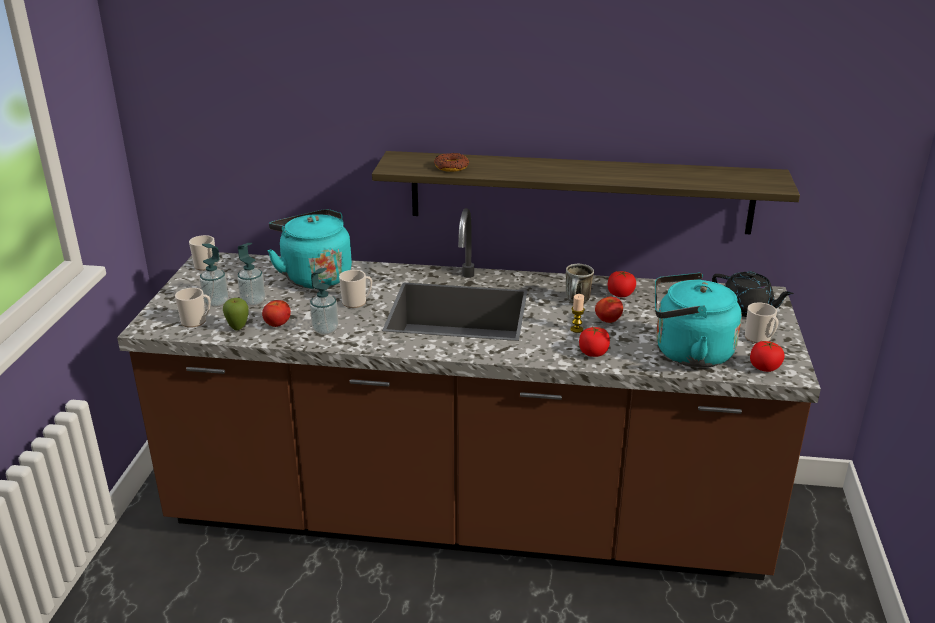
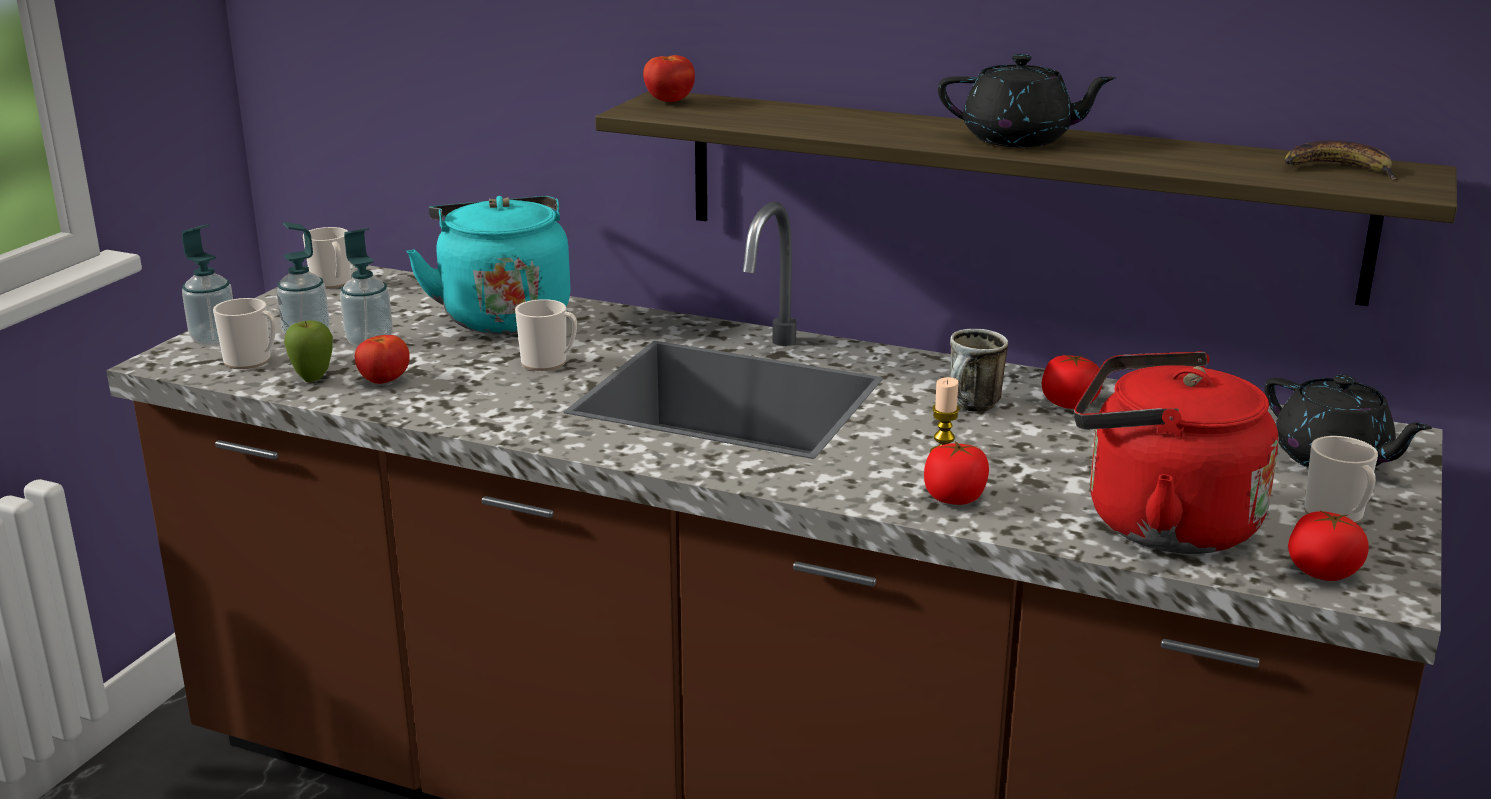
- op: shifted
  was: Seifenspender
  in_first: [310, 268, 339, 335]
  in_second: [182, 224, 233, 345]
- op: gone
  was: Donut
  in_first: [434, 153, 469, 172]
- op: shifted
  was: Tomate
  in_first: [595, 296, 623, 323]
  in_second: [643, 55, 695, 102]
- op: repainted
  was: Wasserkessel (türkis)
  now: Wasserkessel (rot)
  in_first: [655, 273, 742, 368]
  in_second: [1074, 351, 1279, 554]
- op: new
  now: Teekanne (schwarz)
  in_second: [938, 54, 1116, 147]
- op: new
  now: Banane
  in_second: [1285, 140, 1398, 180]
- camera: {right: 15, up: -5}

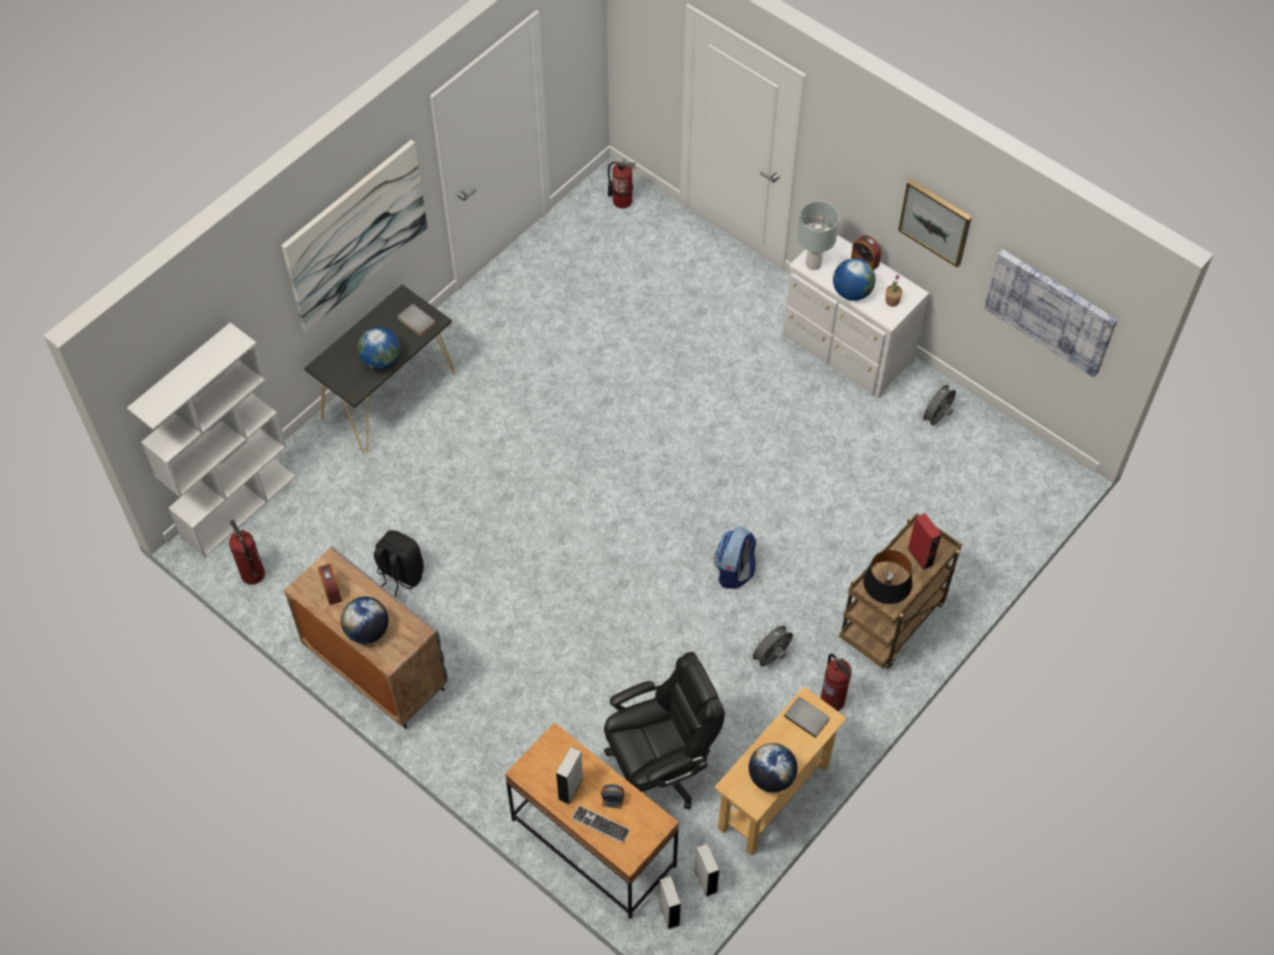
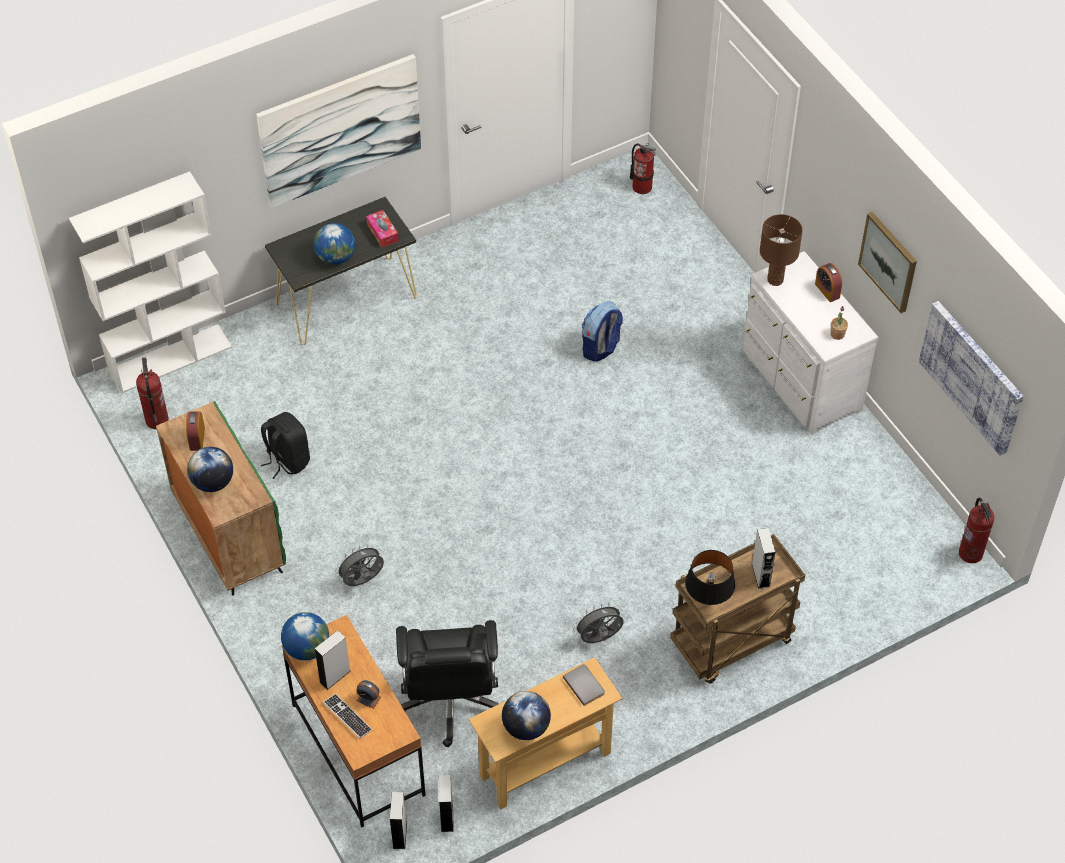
- op: repainted
  was: Schrank (grau)
  now: Schrank (grün)
  in_first: [284, 546, 448, 729]
  in_second: [156, 401, 286, 595]
- op: swapped
  was: Buch (grau)
  now: Taschentuchbox
  in_first: [398, 304, 436, 336]
  in_second: [366, 210, 399, 247]
- op: rotated
  was: Bürostuhl (schwarz)
  in_first: [604, 652, 725, 809]
  in_second: [396, 620, 499, 747]
  clockwise: 90
- op: shifted
  was: Rucksack
  in_first: [714, 526, 756, 589]
  in_second: [582, 301, 623, 362]
- op: repainted
  was: Tischlampe (grau)
  now: Tischlampe (braun)
  in_first: [797, 201, 839, 270]
  in_second: [760, 214, 803, 286]
- op: shifted
  was: Feuerlöscher
  in_first: [821, 653, 852, 711]
  in_second: [959, 498, 995, 563]
- op: shifted
  was: Globus
  in_first: [833, 258, 876, 301]
  in_second: [281, 612, 329, 661]
- op: repainted
  was: Lautsprecher (rot)
  now: Lautsprecher (grau)
  in_first: [907, 513, 941, 570]
  in_second: [752, 528, 775, 589]
- op: shifted
  was: Ventilator (grau)
  in_first: [920, 382, 956, 425]
  in_second: [335, 544, 384, 586]
- camera: {right: 20, up: -5}

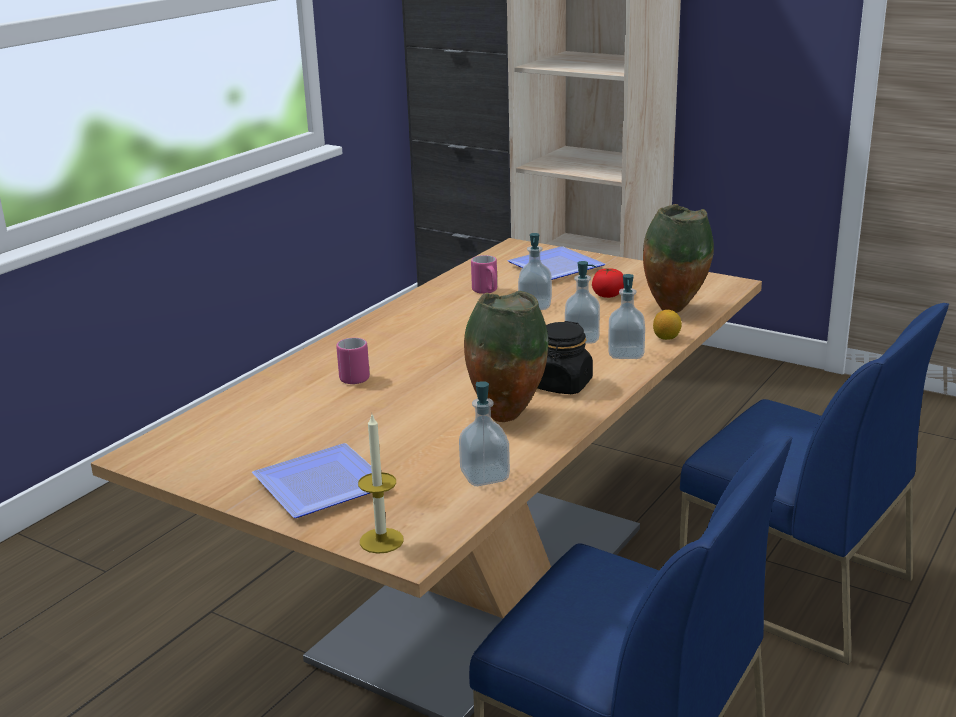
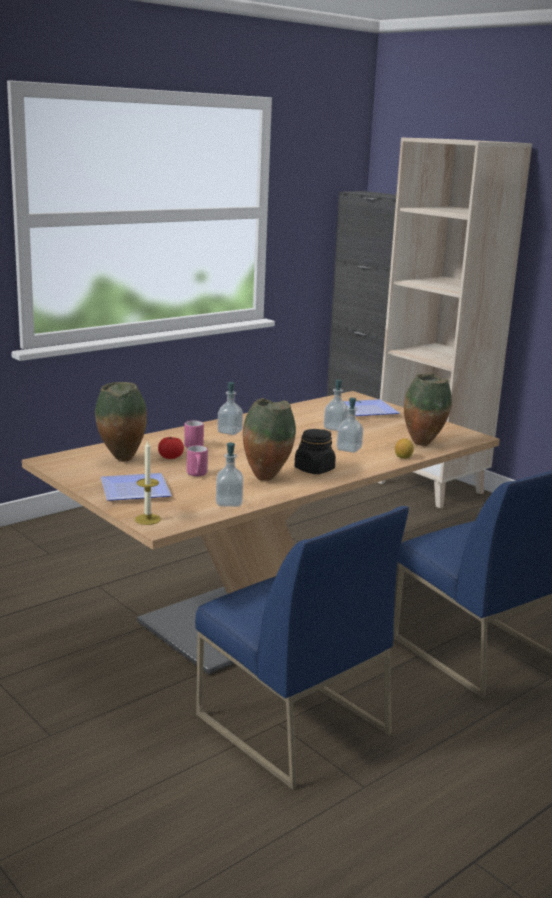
- op: shifted
  was: Henkelbecher (rosa)
  in_first: [471, 255, 497, 294]
  in_second: [187, 445, 208, 476]
- op: shifted
  was: Tomate
  in_first: [592, 268, 624, 298]
  in_second: [158, 437, 184, 459]
- op: shifted
  was: Seifenspender
  in_first: [608, 274, 645, 359]
  in_second: [217, 382, 243, 435]
- op: new
  now: Vase
  in_second: [95, 382, 147, 462]
- camera: {right: 15, up: -5}

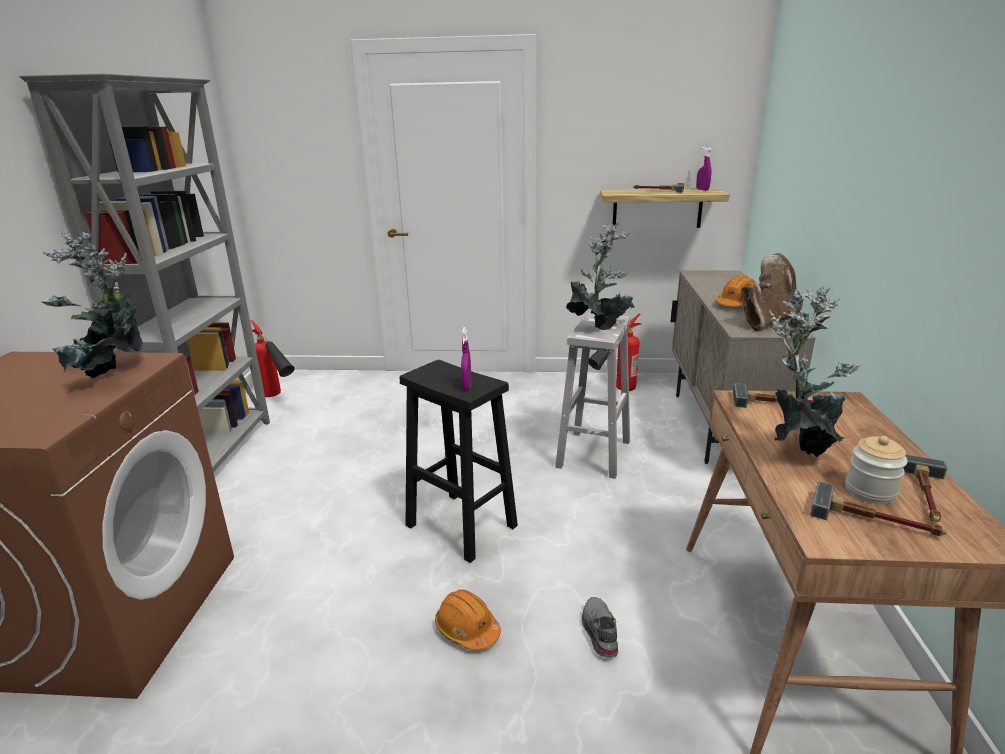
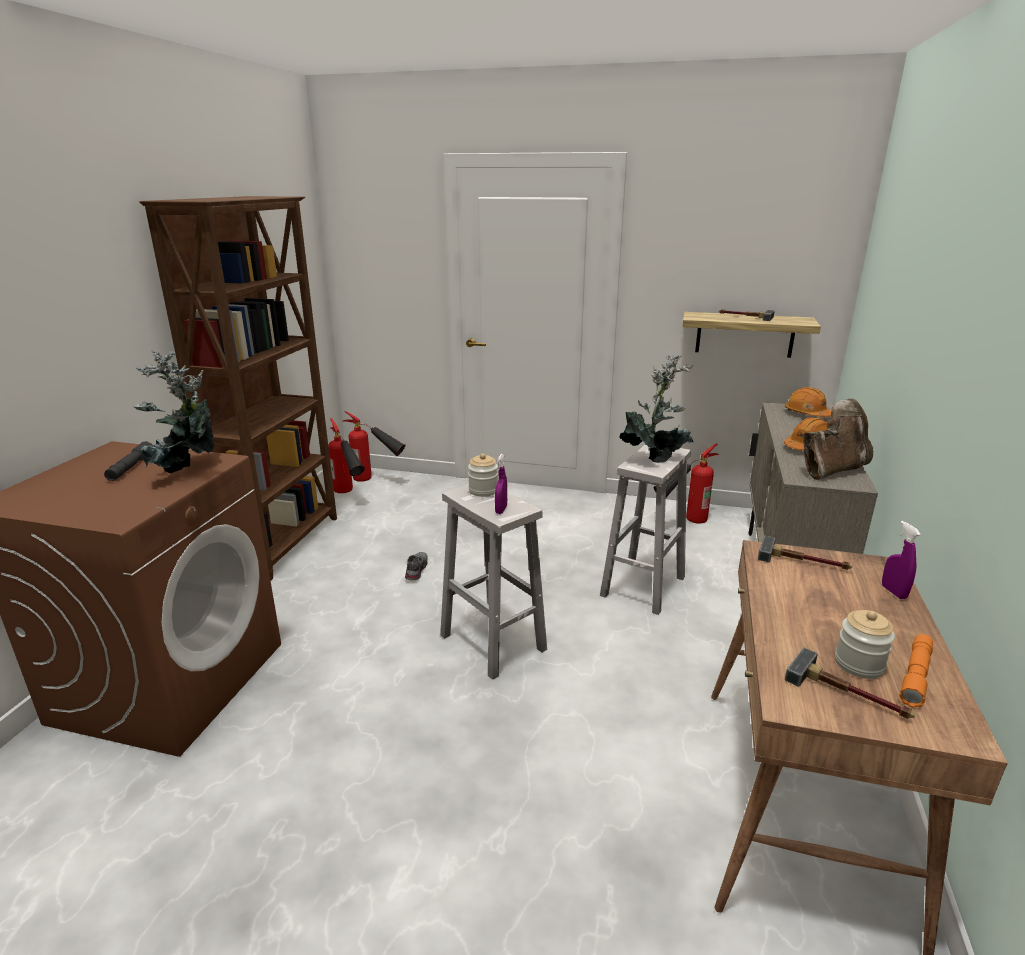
- op: repainted
  was: Bücherregal (grau)
  now: Bücherregal (braun)
  in_first: [19, 73, 270, 472]
  in_second: [139, 196, 337, 581]
- op: repainted
  was: Hocker (schwarz)
  now: Hocker (weiß)
  in_first: [400, 360, 518, 563]
  in_second: [440, 484, 547, 680]
- op: shifted
  was: Schutzhelm (orange)
  in_first: [435, 589, 501, 651]
  in_second: [785, 387, 831, 417]
- op: shifted
  was: Schuh (grau)
  in_first: [582, 597, 618, 658]
  in_second: [405, 552, 428, 580]
- op: shifted
  was: Sprühflasche (lila)
  in_first: [696, 147, 711, 191]
  in_second: [882, 521, 921, 599]
- op: gone
  was: Topfpflanze
  in_first: [769, 286, 861, 457]
- op: swapped
  was: Hammer
  now: Taschenlampe (orange)
  in_first: [904, 455, 947, 522]
  in_second: [899, 634, 933, 708]
- op: new
  now: Taschenlampe (grau)
  in_second: [104, 441, 153, 481]
- op: new
  now: Feuerlöscher
  in_second: [343, 411, 405, 482]
- op: new
  now: Vorratsglas
  in_second: [468, 453, 498, 497]
- camera: {right: 10, up: 0}

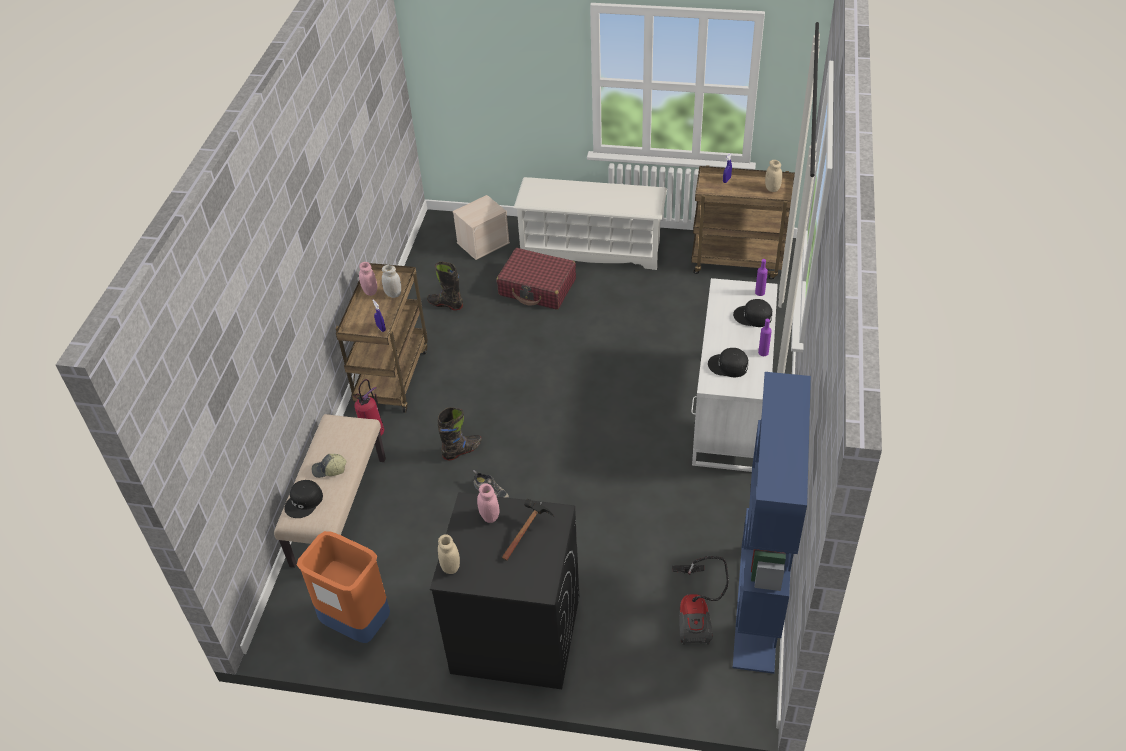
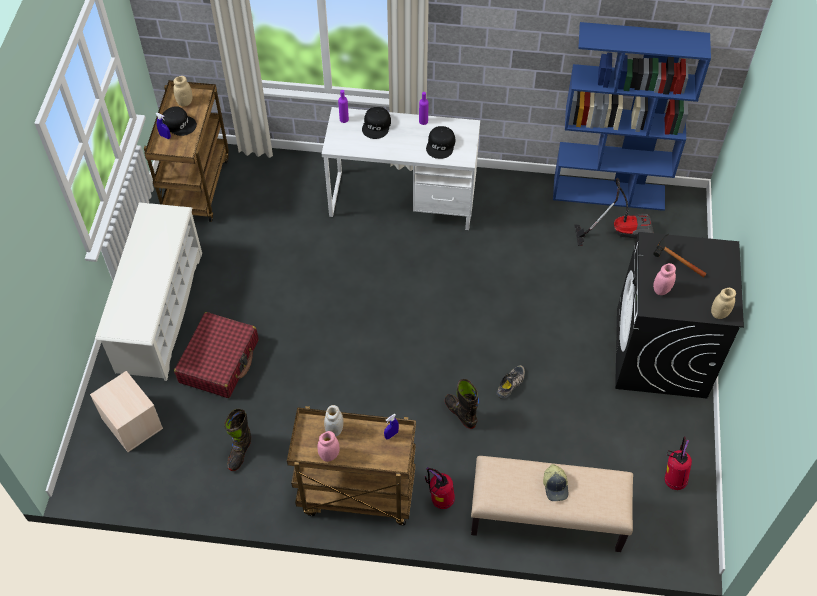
- op: shifted
  was: Kappe (schwarz)
  in_first: [284, 480, 323, 518]
  in_second: [162, 106, 197, 136]
- op: swapped
  was: Mülleimer (orange)
  now: Feuerlöscher
  in_first: [297, 531, 390, 643]
  in_second: [665, 436, 692, 490]
- camera: {right: -95, up: 10}

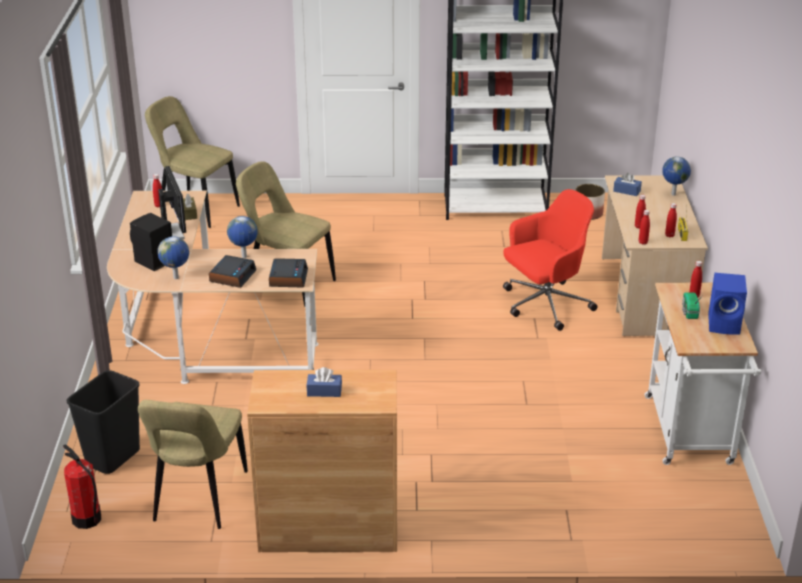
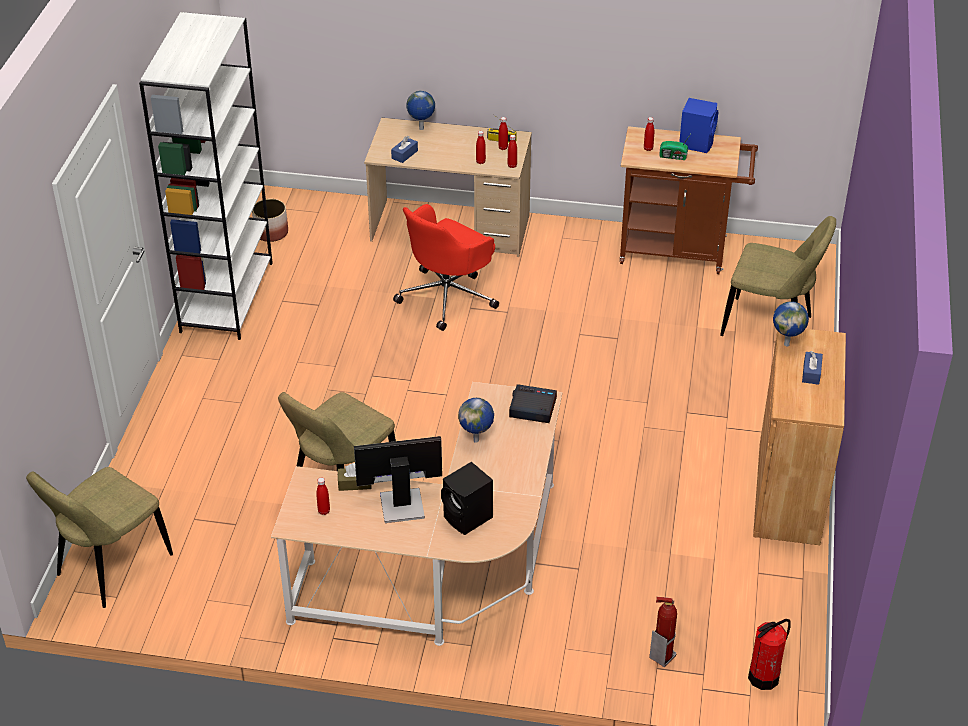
- op: swapped
  was: Mülleimer (schwarz)
  now: Feuerlöscher
  in_first: [67, 370, 140, 474]
  in_second: [649, 597, 677, 667]
- op: shifted
  was: Stuhl (beige)
  in_first: [138, 400, 248, 529]
  in_second: [720, 216, 836, 336]
- op: shifted
  was: Globus
  in_first: [157, 236, 189, 279]
  in_second: [773, 301, 809, 346]
- op: gone
  was: Wecker
  in_first: [209, 255, 256, 288]
- op: rotated
  was: Bürostuhl (rot)
  in_first: [503, 189, 598, 331]
  in_second: [393, 204, 499, 331]
  clockwise: -120
- op: repainted
  was: Rollwagen (weiß)
  now: Rollwagen (braun)
  in_first: [644, 283, 761, 465]
  in_second: [620, 126, 758, 274]
- camera: {right: -80, up: 10}

